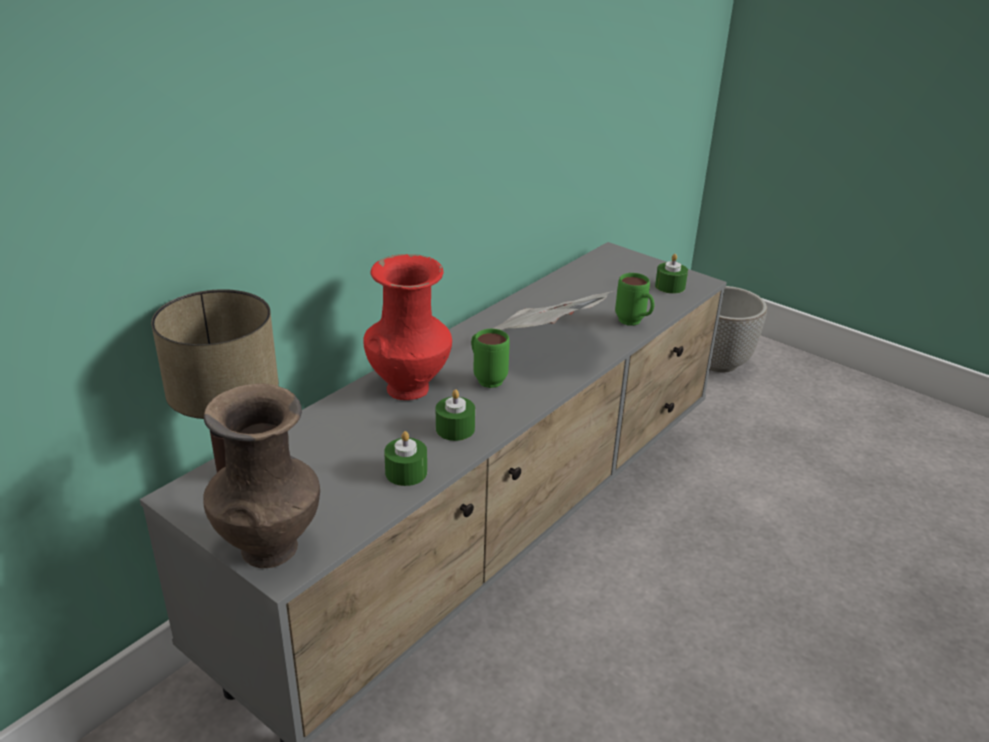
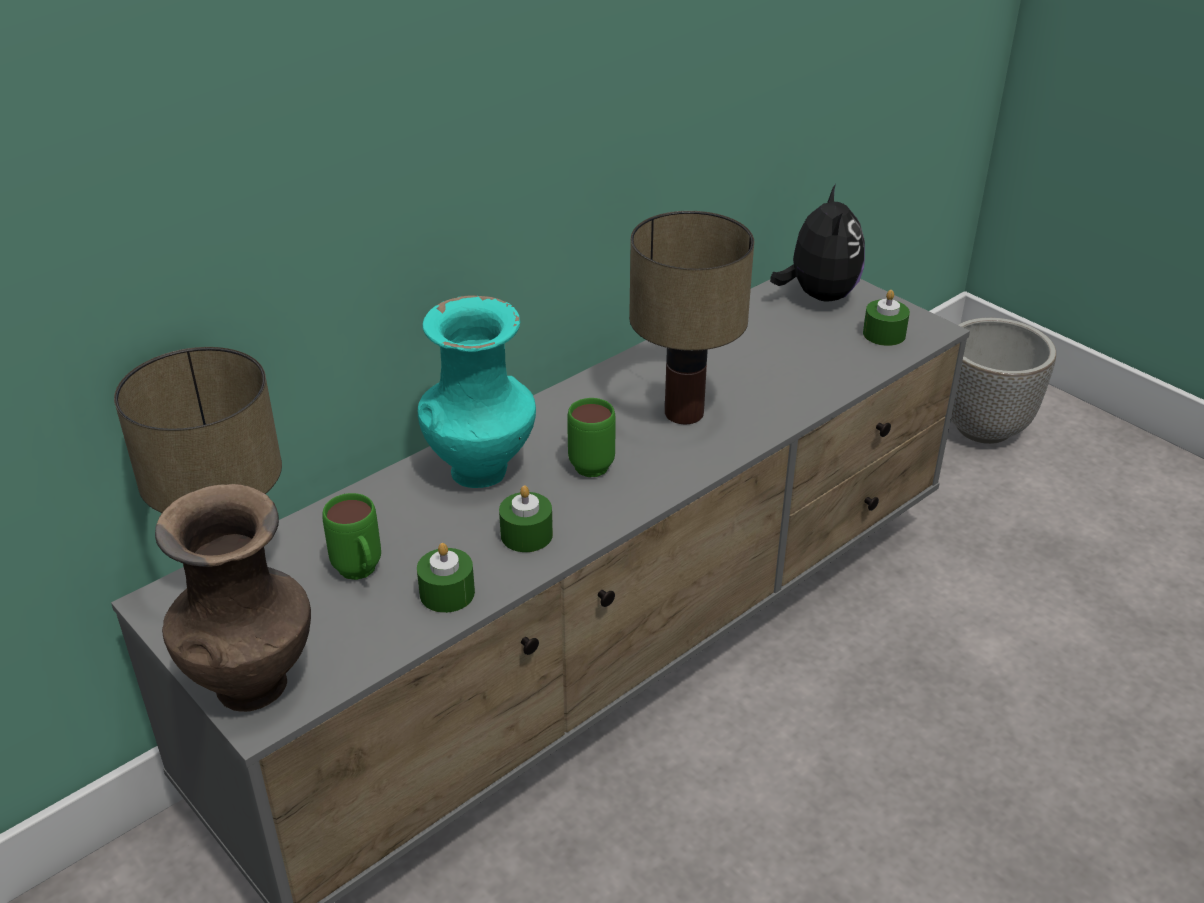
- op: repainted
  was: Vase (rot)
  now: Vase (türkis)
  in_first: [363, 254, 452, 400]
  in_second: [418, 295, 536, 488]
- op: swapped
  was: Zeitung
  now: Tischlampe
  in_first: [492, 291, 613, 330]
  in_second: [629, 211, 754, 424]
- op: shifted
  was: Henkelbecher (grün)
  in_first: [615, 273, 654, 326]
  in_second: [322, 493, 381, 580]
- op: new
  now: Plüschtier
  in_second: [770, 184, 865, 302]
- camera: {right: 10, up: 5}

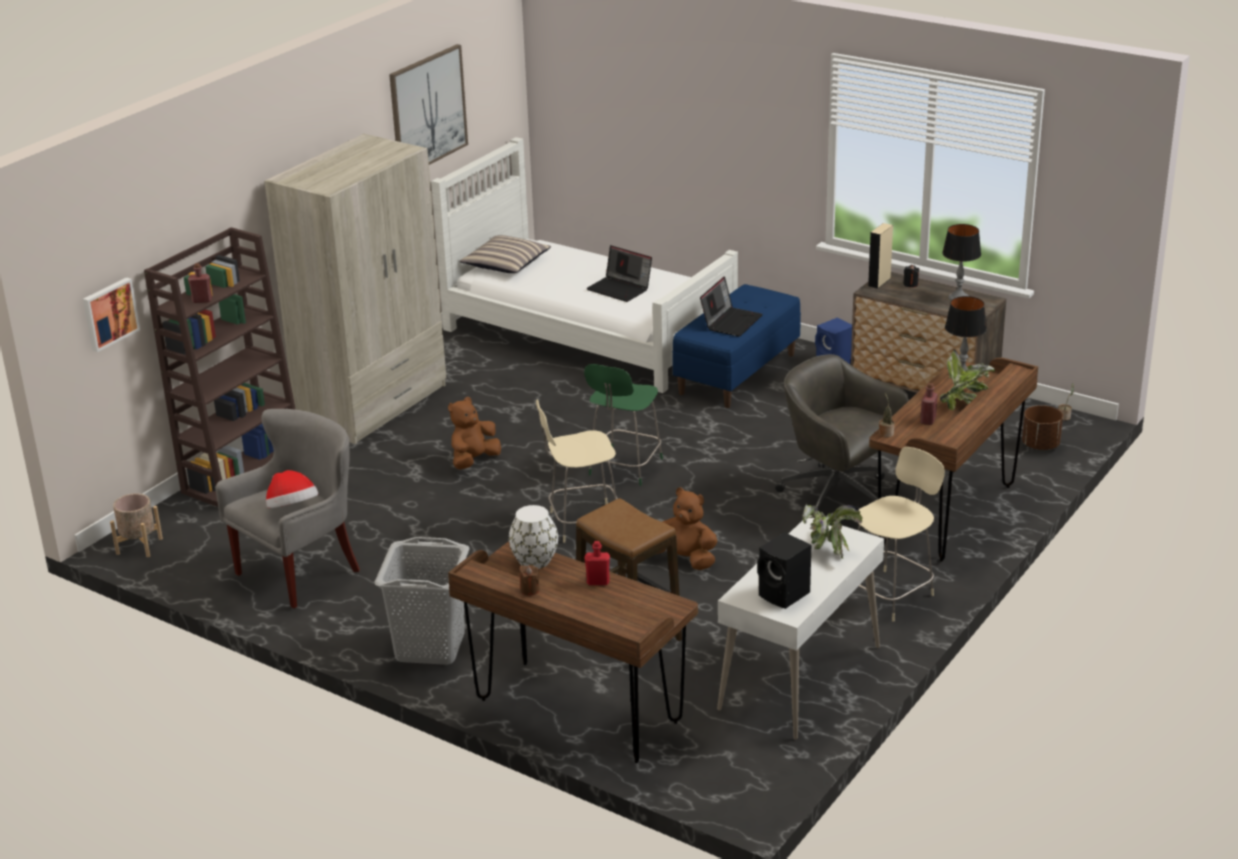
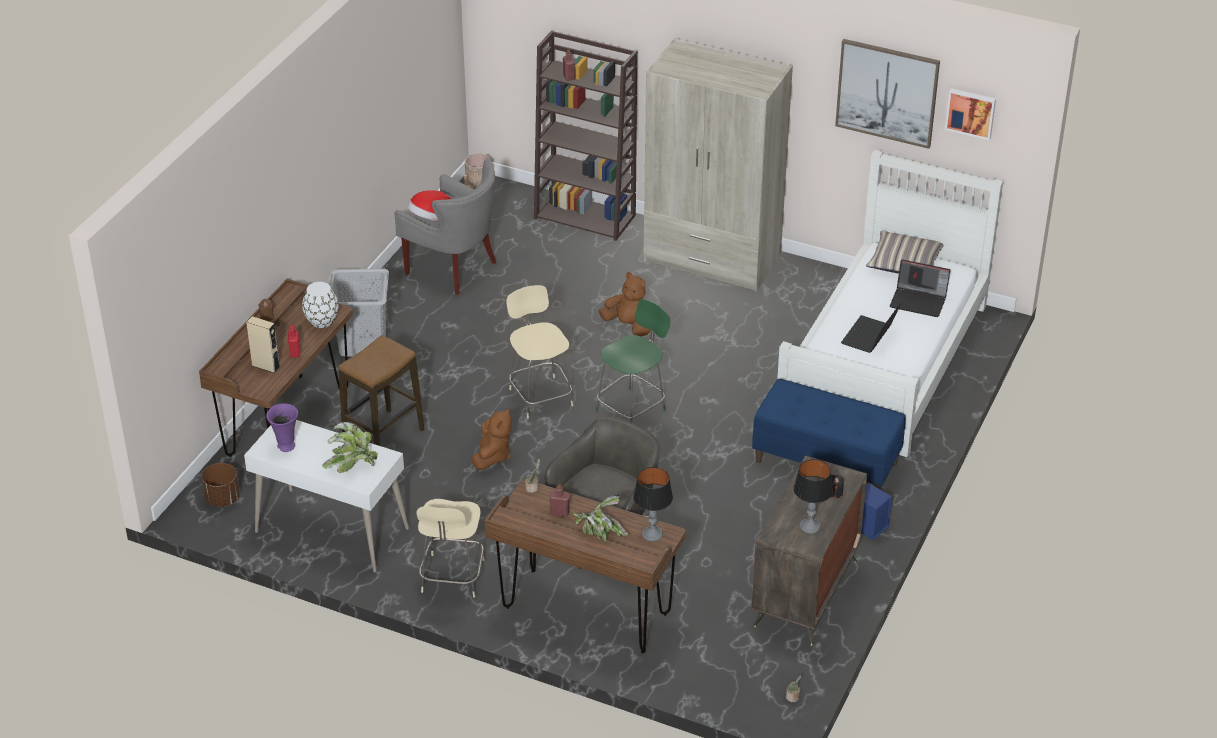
- op: shifted
  was: Bild
  in_first: [83, 277, 140, 352]
  in_second: [945, 88, 996, 140]
- op: rotated
  was: Stuhl (grün)
  in_first: [584, 364, 663, 486]
  in_second: [596, 299, 670, 423]
  clockwise: 120
- op: shifted
  was: Laptop
  in_first: [700, 276, 763, 337]
  in_second: [890, 260, 951, 317]
- op: swapped
  was: Lautsprecher (schwarz)
  now: Vase (lila)
  in_first: [757, 532, 811, 609]
  in_second: [266, 403, 298, 452]
- op: rotated
  was: Stuhl (beige)
  in_first: [858, 447, 945, 622]
  in_second: [416, 499, 484, 598]
  clockwise: 60
- op: shifted
  was: Lautsprecher (beige)
  in_first: [868, 223, 893, 289]
  in_second: [246, 316, 280, 373]
- op: shifted
  was: Pflanzkübel (braun)
  in_first: [1022, 405, 1063, 450]
  in_second: [201, 463, 240, 507]
- camera: {right: 80, up: 10}

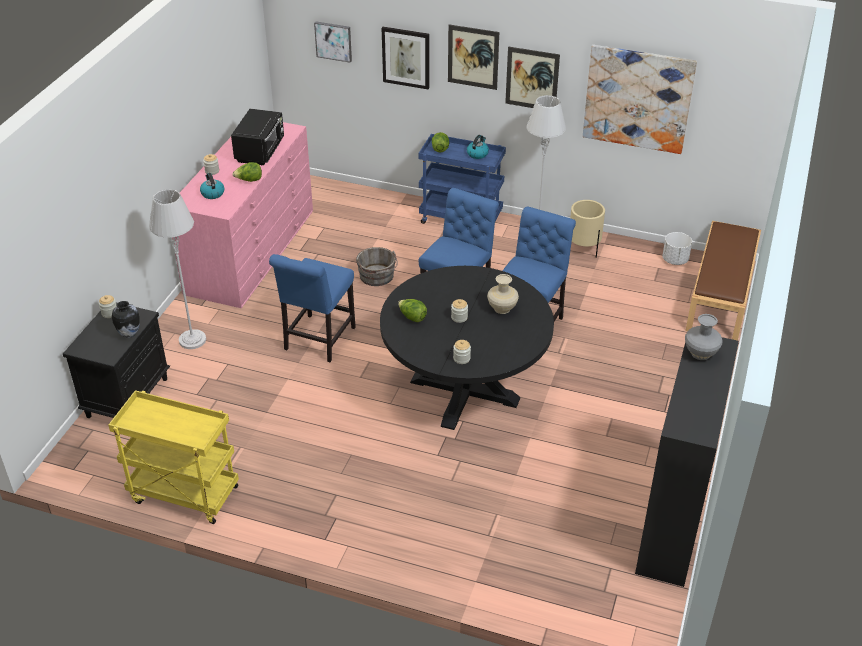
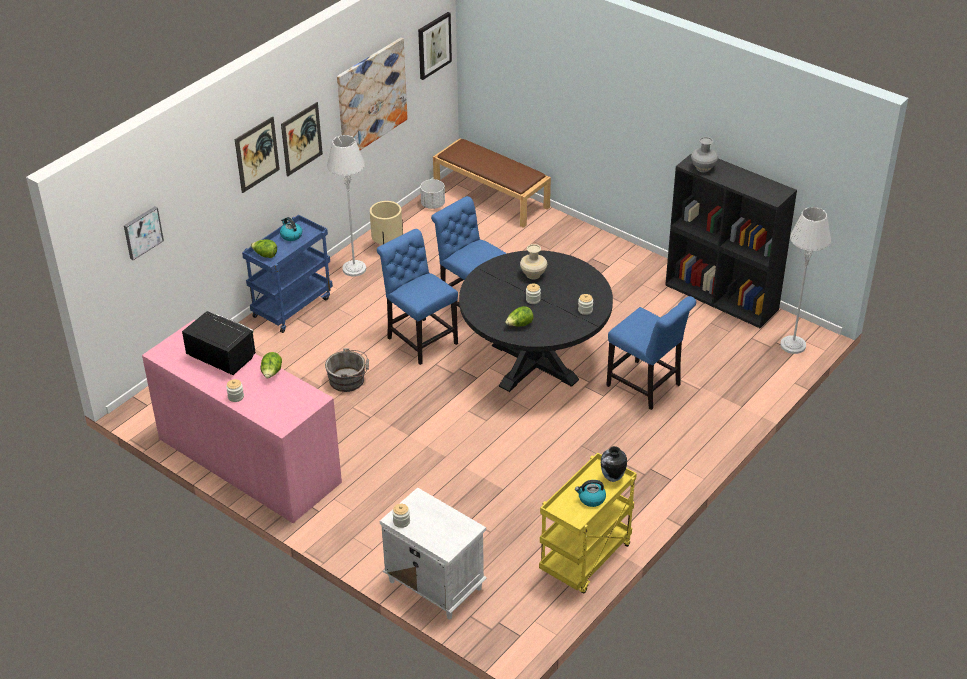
- op: repainted
  was: Nachttisch (schwarz)
  now: Nachttisch (weiß)
  in_first: [63, 303, 170, 418]
  in_second: [380, 487, 487, 619]
- op: shifted
  was: Vase
  in_first: [112, 301, 140, 338]
  in_second: [601, 446, 627, 482]
- op: shifted
  was: Stehlampe (grau)
  in_first: [149, 189, 206, 349]
  in_second: [780, 207, 831, 354]
- op: shifted
  was: Wasserkessel
  in_first: [200, 173, 224, 199]
  in_second: [575, 480, 606, 507]
- op: shifted
  was: Stuhl (blau)
  in_first: [269, 254, 356, 362]
  in_second: [606, 296, 696, 410]
- op: shifted
  was: Bild
  in_first: [382, 27, 430, 89]
  in_second: [418, 12, 452, 80]
- camera: {right: -70, up: 0}

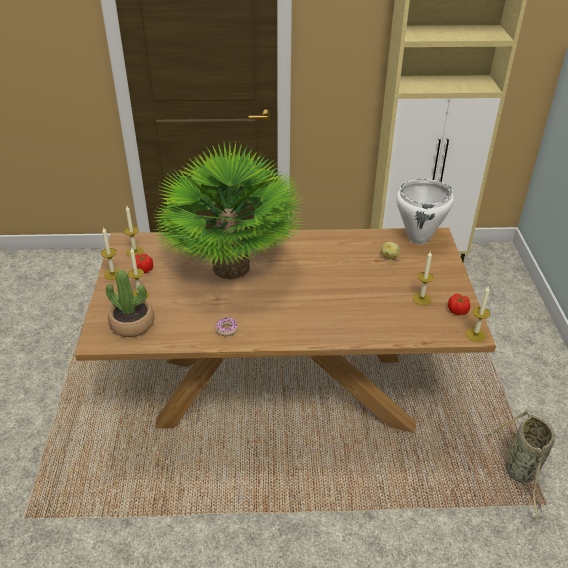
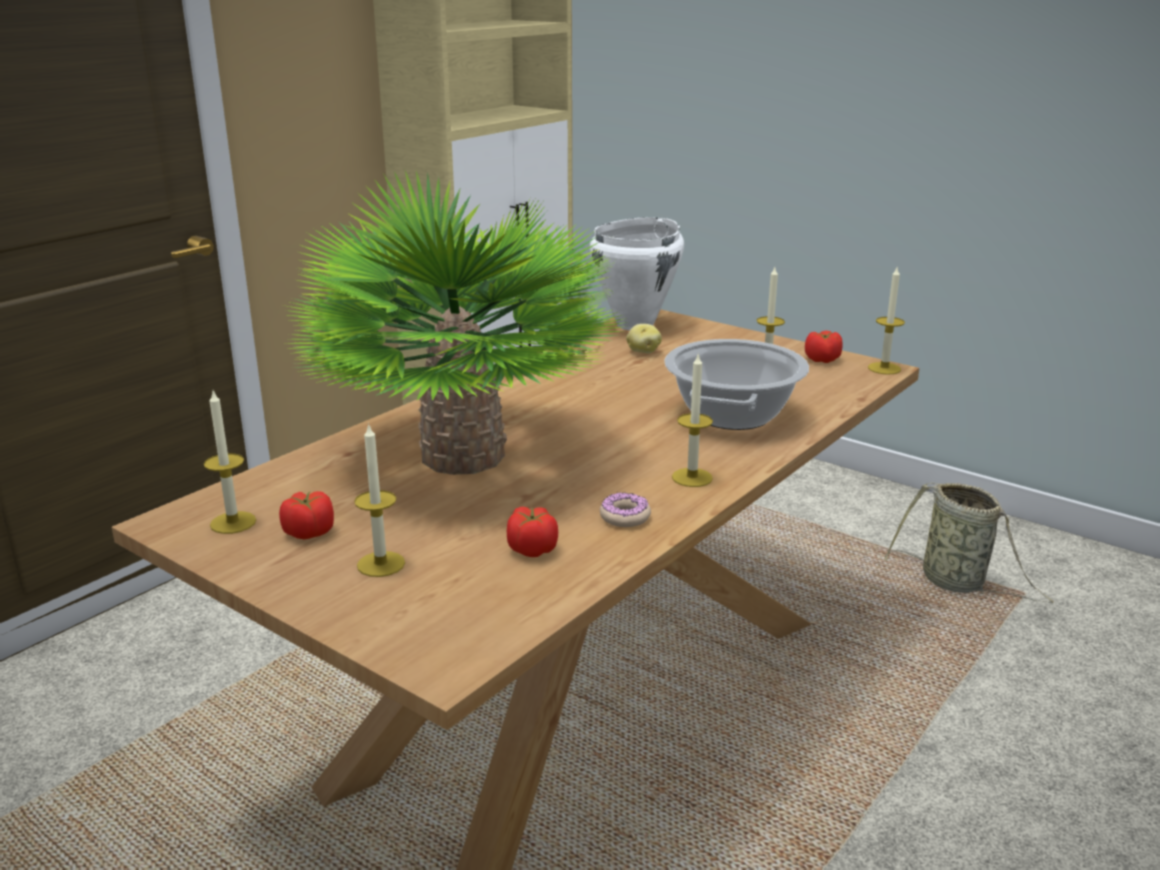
- op: shifted
  was: Kerze
  in_first: [101, 227, 119, 280]
  in_second: [672, 353, 713, 487]
- op: gone
  was: Topfpflanze
  in_first: [106, 270, 155, 337]
- op: new
  now: Tomate
  in_second: [507, 507, 558, 557]
- op: new
  now: Kochtopf
  in_second: [664, 339, 809, 430]
- camera: {right: -50, up: -15}

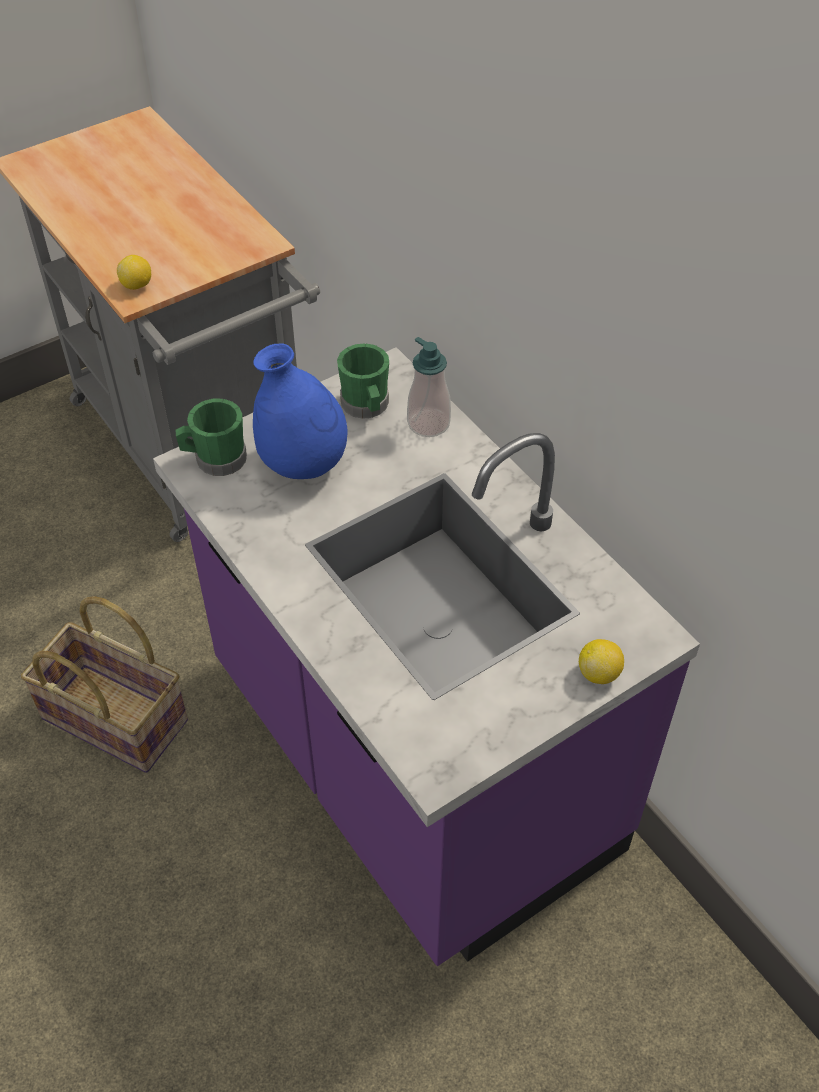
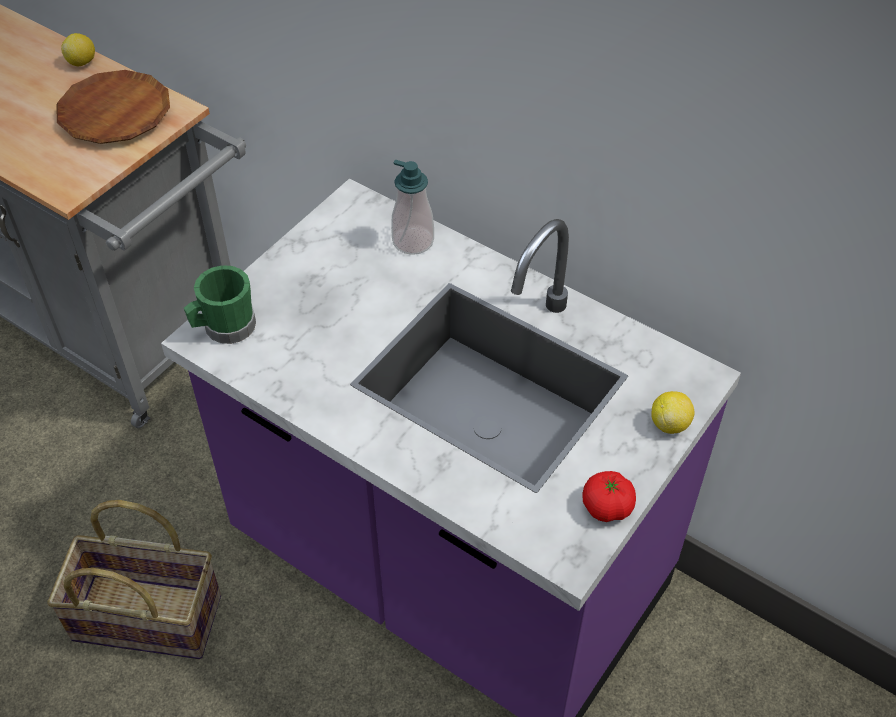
- op: shifted
  was: Zitrone
  in_first: [117, 255, 151, 290]
  in_second: [61, 33, 95, 66]
- op: gone
  was: Vase (blau)
  in_first: [253, 343, 348, 479]
- op: gone
  was: Henkelbecher (grün)
  in_first: [337, 343, 389, 419]
- op: new
  now: Teller (braun)
  in_second: [57, 70, 170, 144]
- op: new
  now: Tomate
  in_second: [582, 471, 636, 522]
- camera: {right: -20, up: 0}

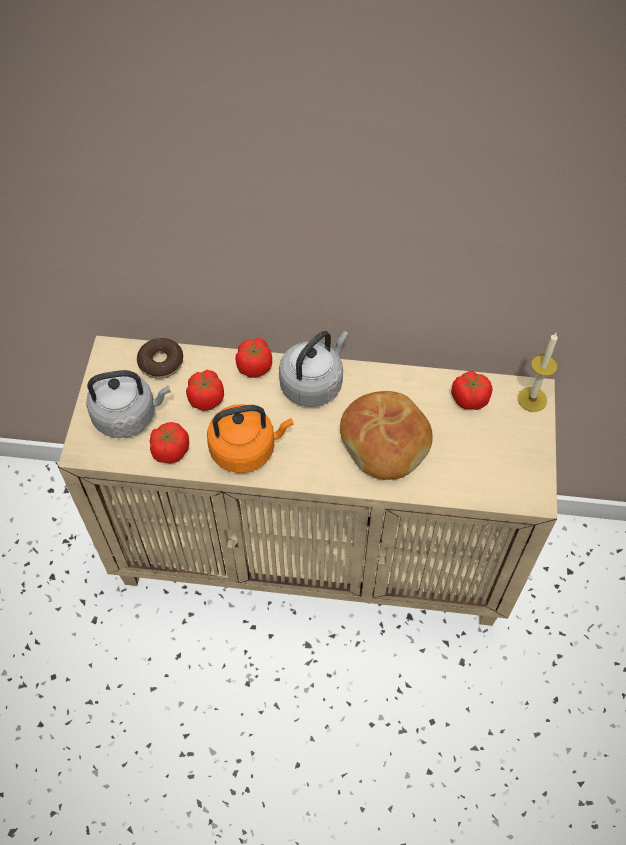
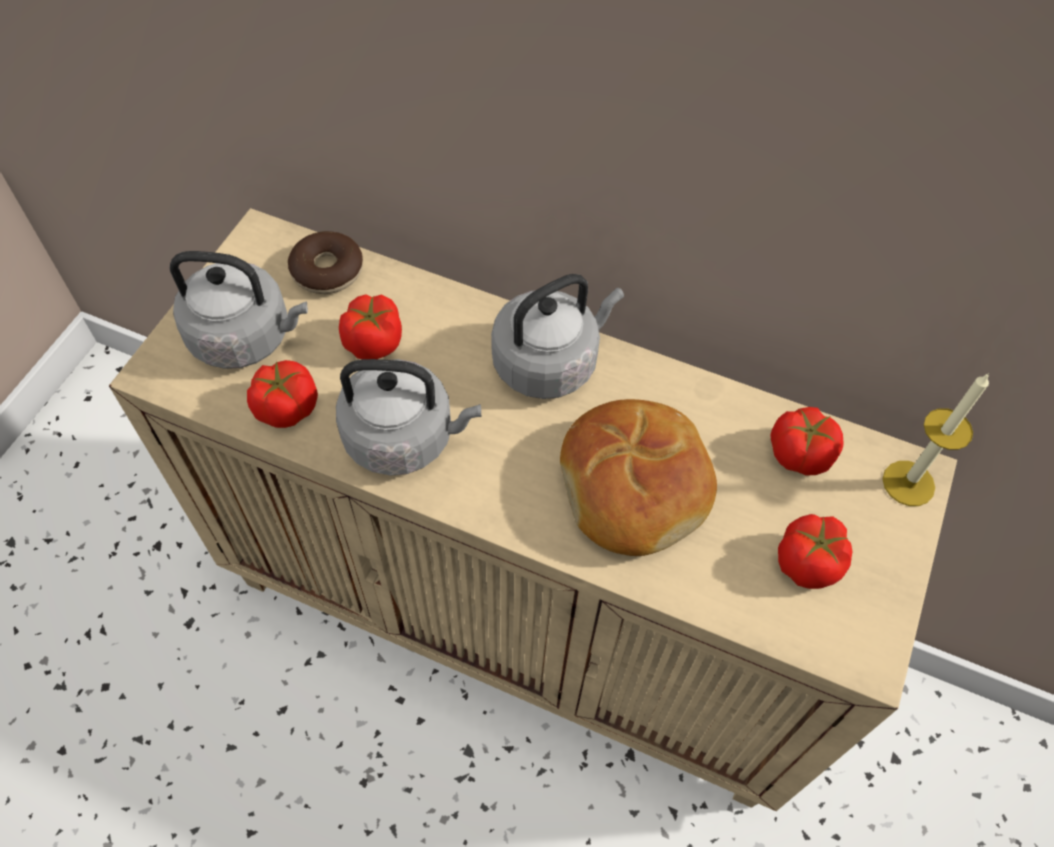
- op: repainted
  was: Wasserkessel (orange)
  now: Wasserkessel (grau)
  in_first: [207, 404, 294, 473]
  in_second: [336, 359, 481, 476]
- op: shifted
  was: Tomate
  in_first: [235, 338, 272, 378]
  in_second: [778, 514, 853, 589]
- camera: {right: 15, up: 0}

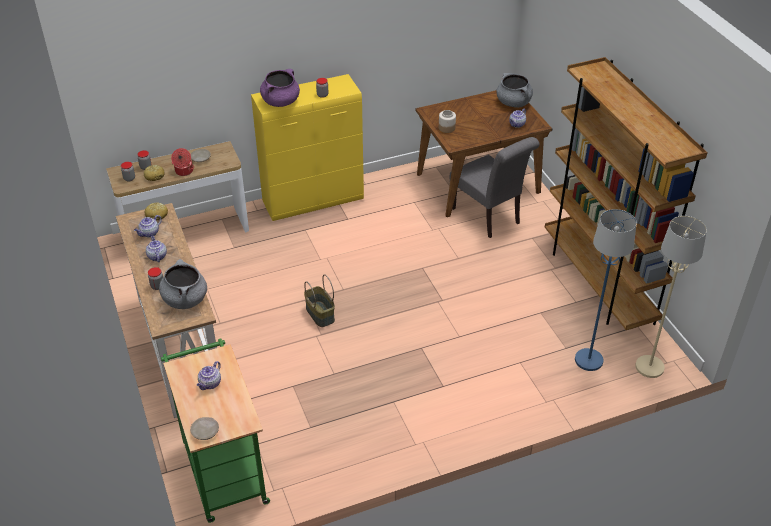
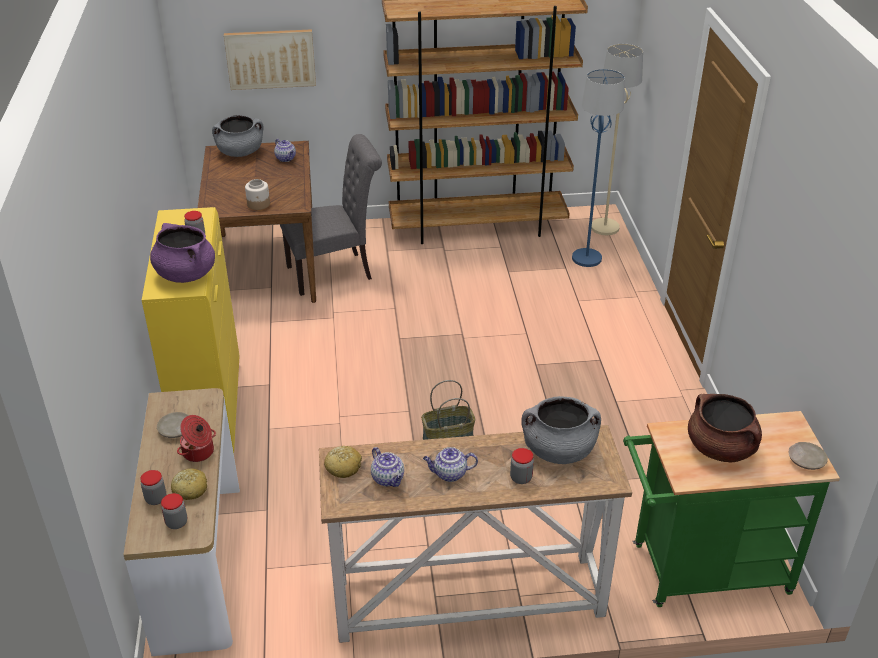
- op: swapped
  was: Teekanne
  now: Kochtopf (braun)
  in_first: [197, 361, 221, 390]
  in_second: [688, 394, 762, 463]
- op: new
  now: Bild
  in_second: [224, 29, 316, 90]
- camera: {right: -75, up: -5}

